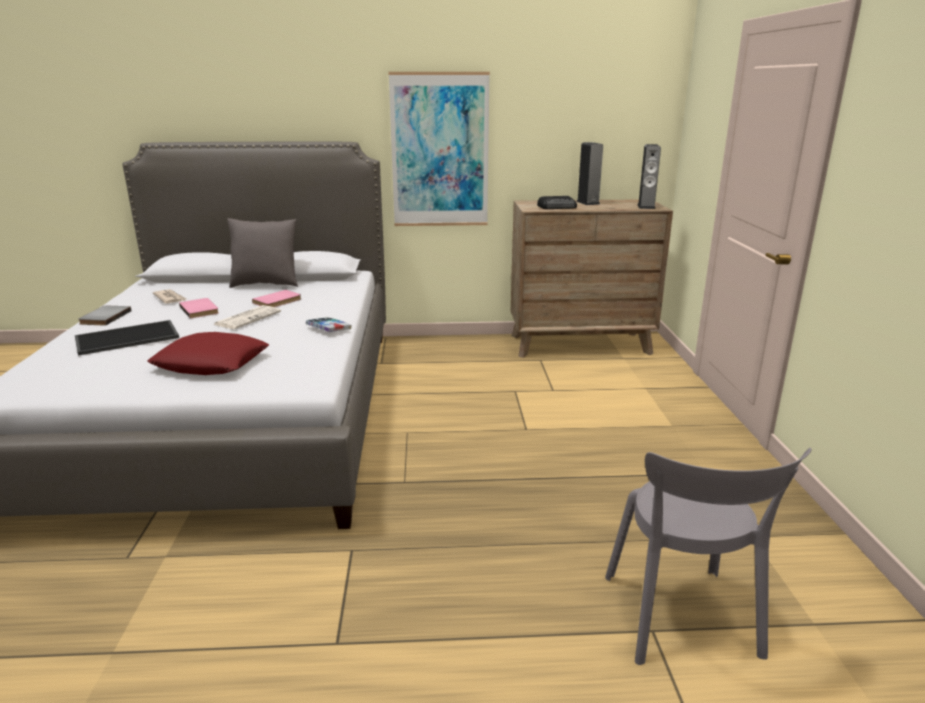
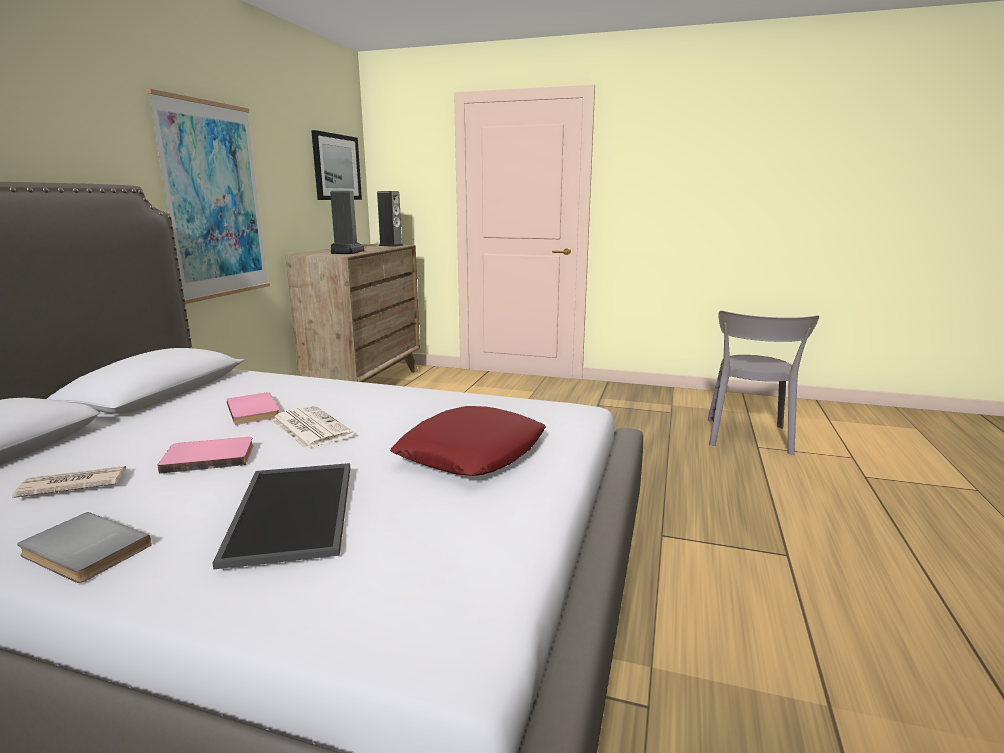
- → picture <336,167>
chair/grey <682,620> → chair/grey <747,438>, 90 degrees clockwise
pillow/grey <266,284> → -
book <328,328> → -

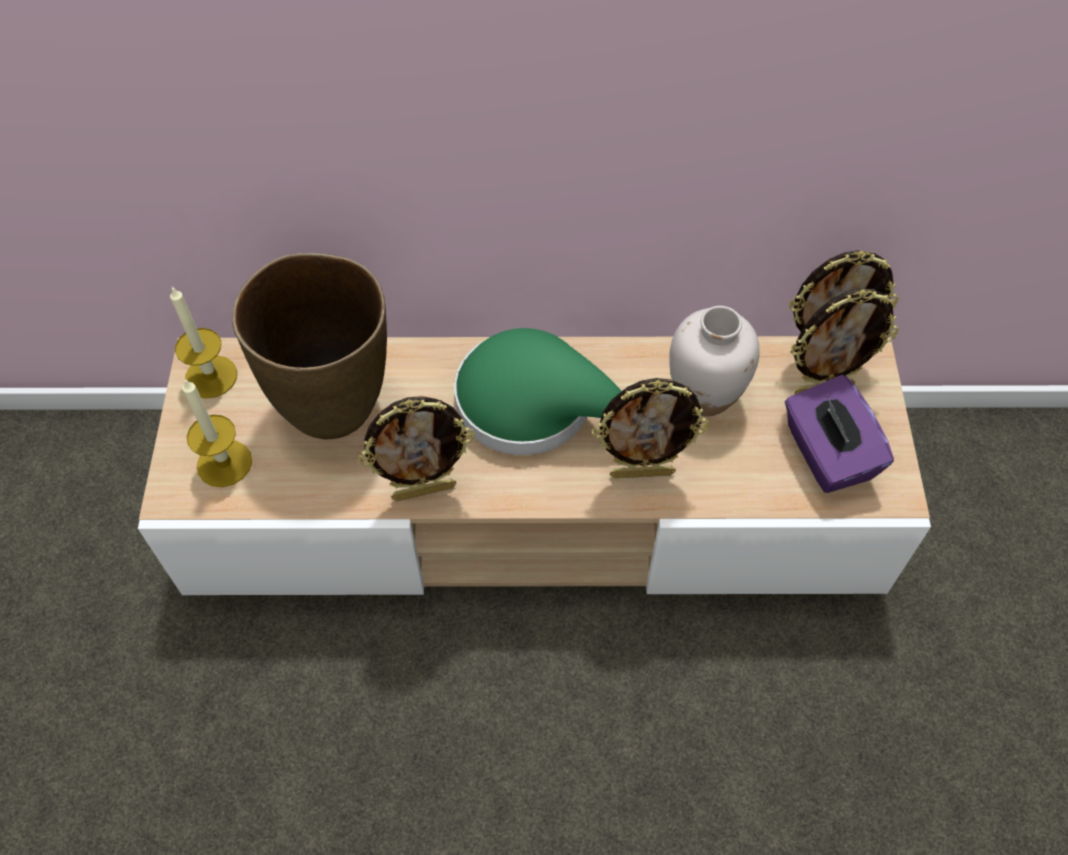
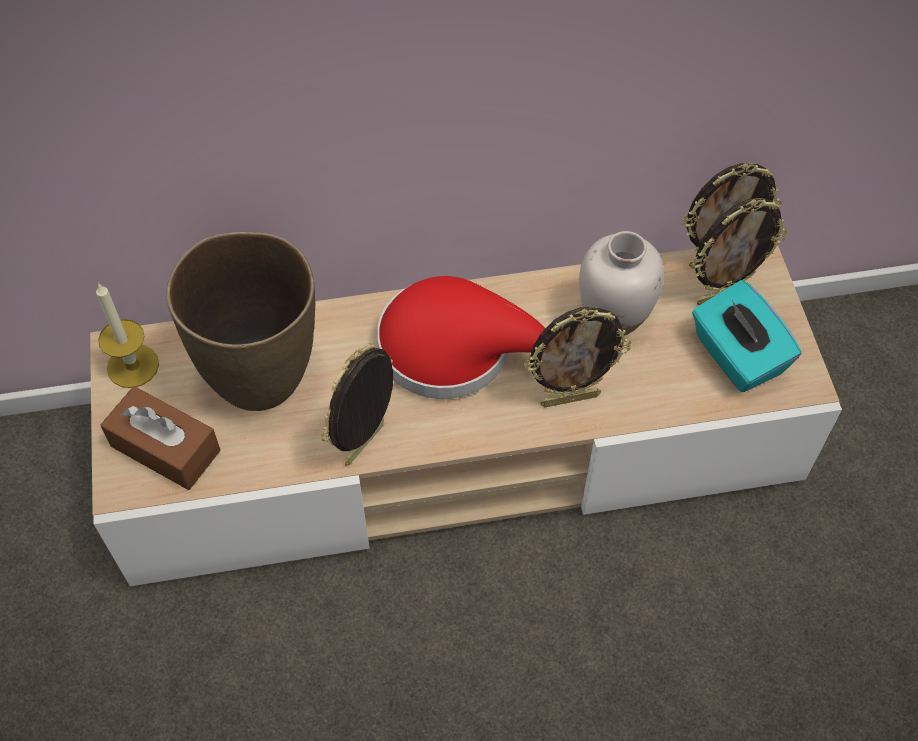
candle <224,463> → tissue box/brown <165,448>
picture frame <424,490> → picture frame <366,445>, 150 degrees clockwise
hat/green <536,405> → hat/red <457,348>
tissue box/purple <826,454> → tissue box/turquoise <736,356>

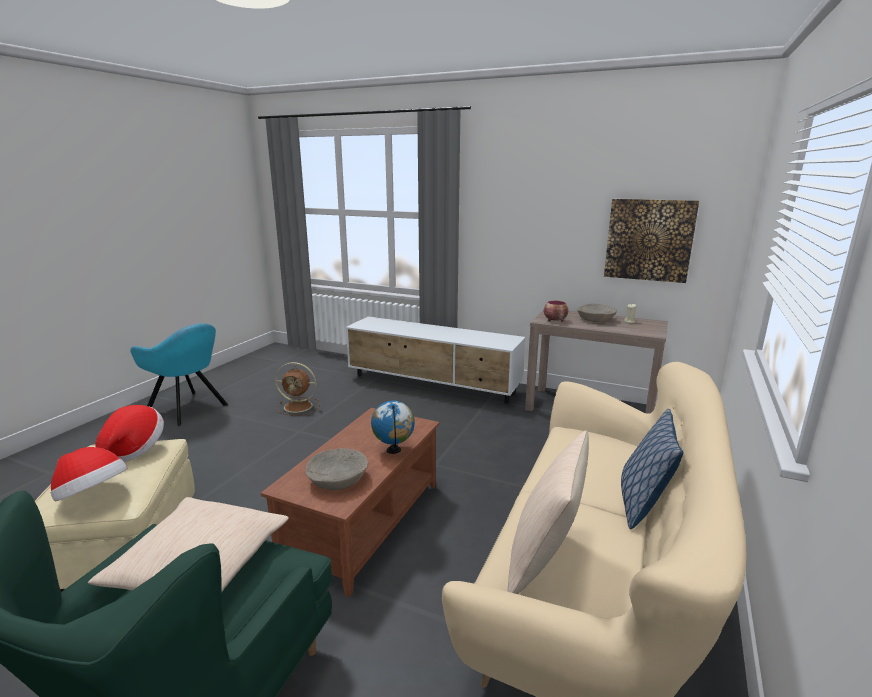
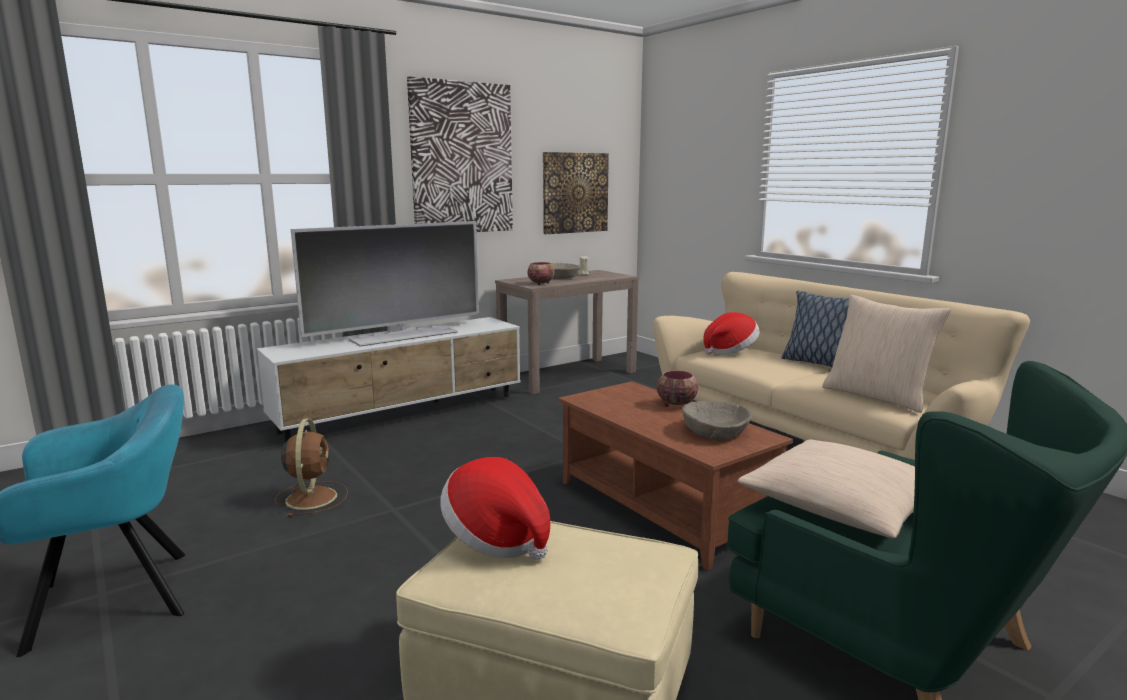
fan/brown <299,406> → fan/brown <312,497>, 45 degrees counterclockwise
- → television <403,335>
- → picture <462,158>
globe <394,450> → bowl <675,404>
hat <93,496> → hat <730,351>, move

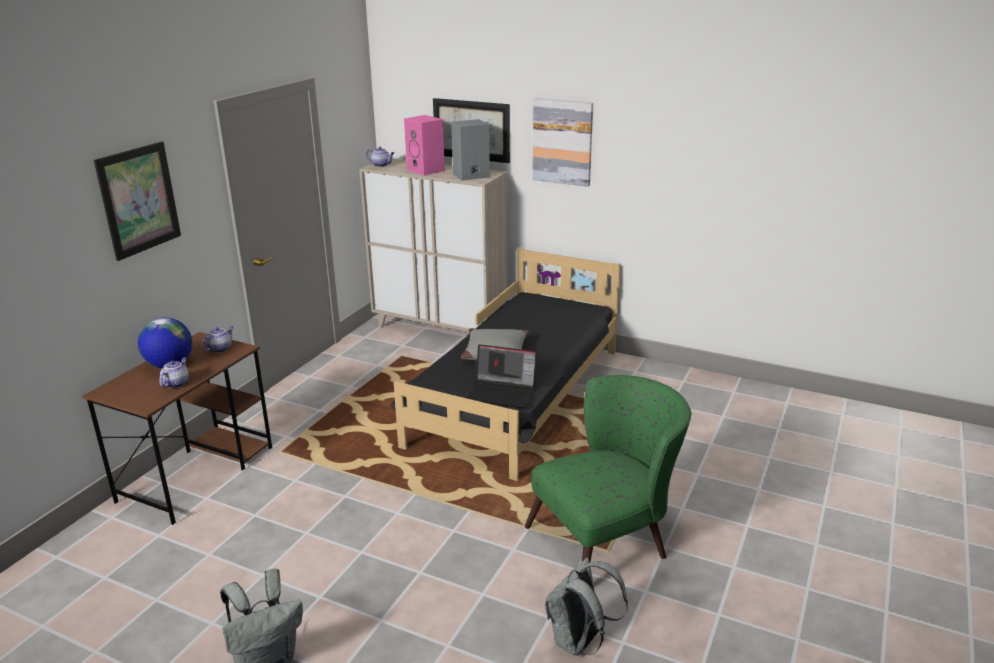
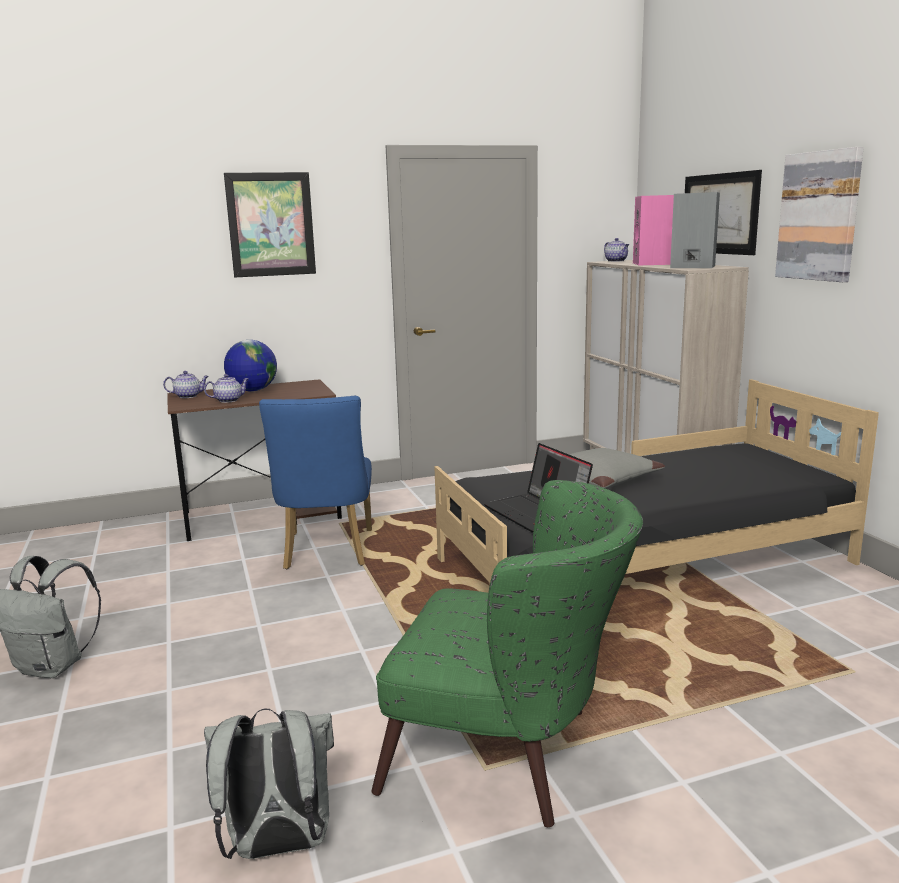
teapot <220,349> → teapot <188,396>, move
- → chair/blue <327,553>

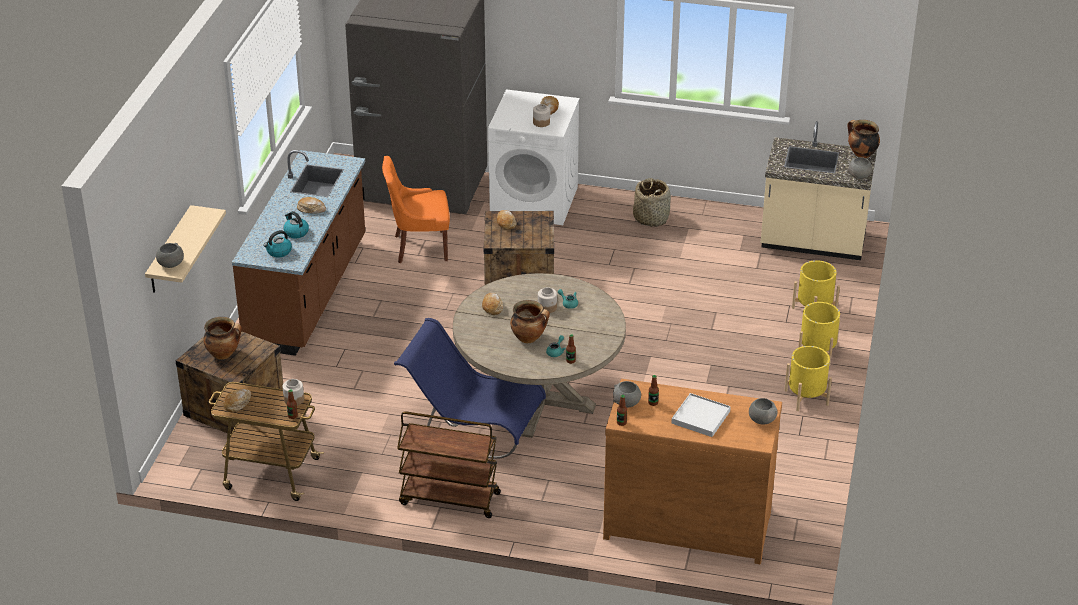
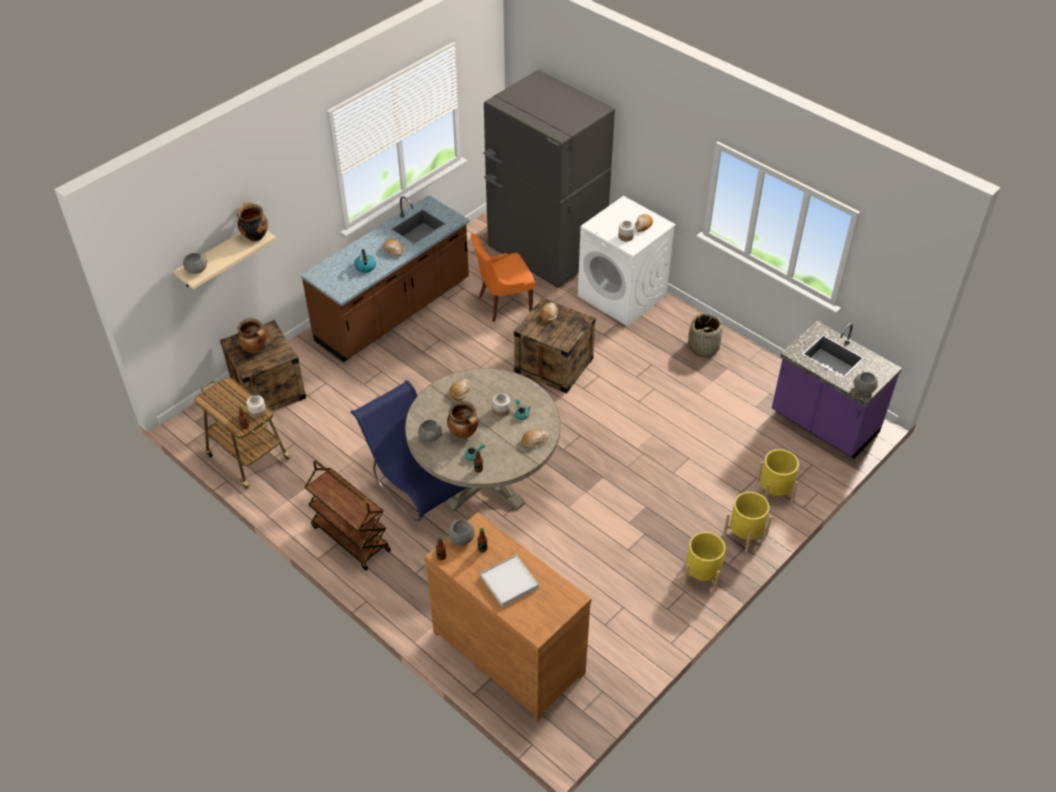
cooking pot <861,154> → cooking pot <255,236>, move
bowl/grey <762,420> → bowl/grey <430,437>, move
chair/orange <419,247> → chair/orange <503,304>, 45 degrees counterclockwise
bread <237,403> → bread <534,441>, move
counter/beige <813,243> → counter/purple <823,425>
kettle <278,252> → -

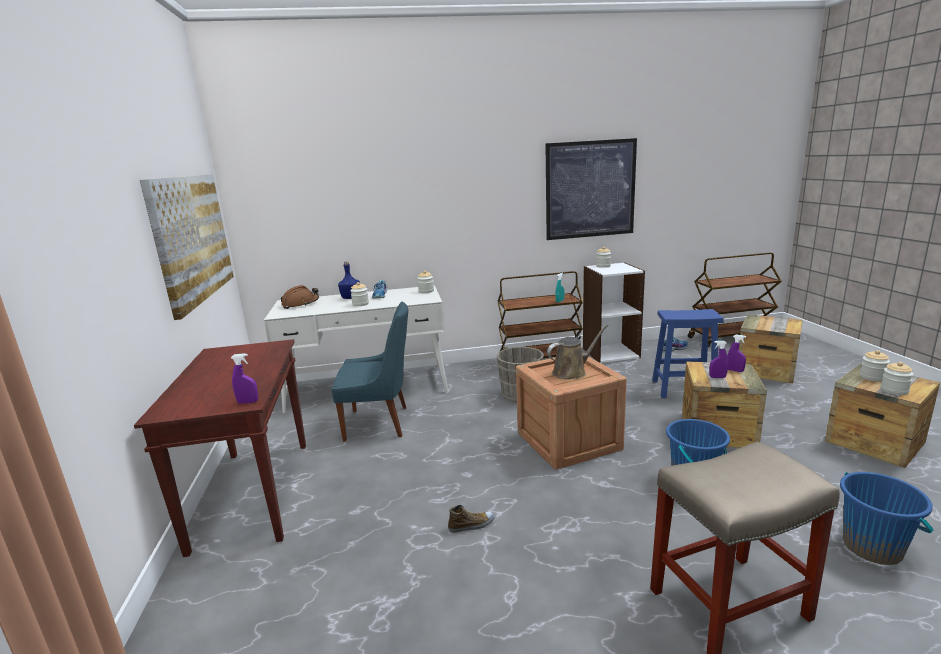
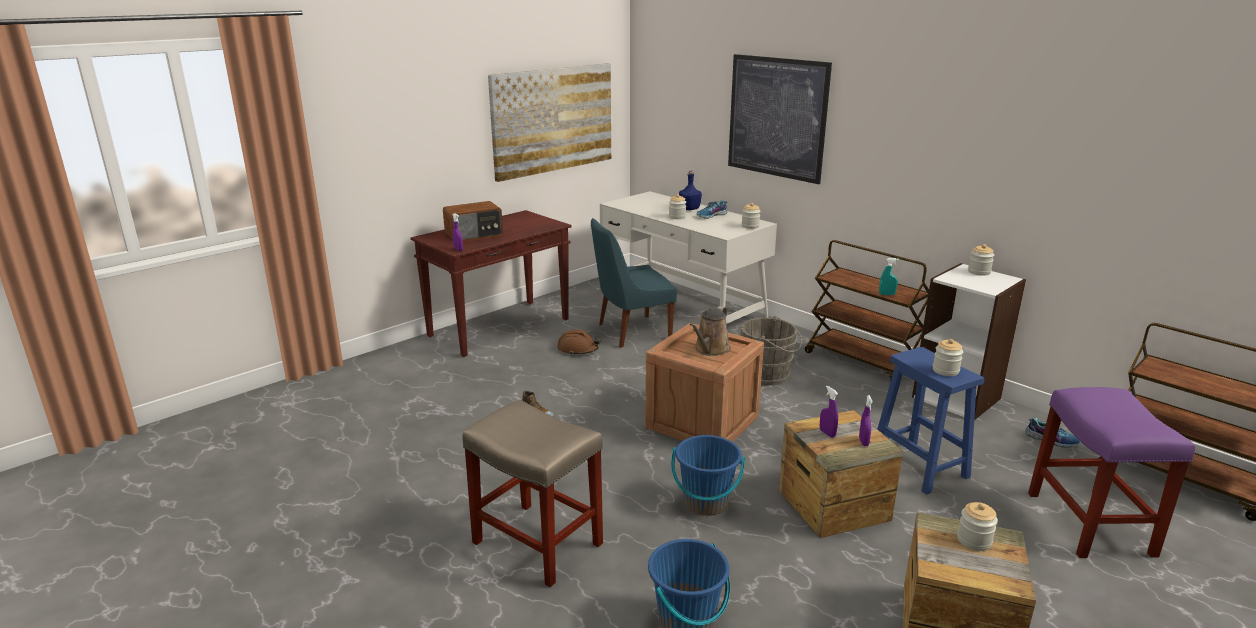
- → radio <474,235>
hard hat/brown <300,304> → hard hat/brown <578,349>, move
chair/blue <380,423> → chair/blue <631,332>, 105 degrees clockwise
watering can/brown <572,372> → watering can/brown <710,350>, 90 degrees clockwise
picture <590,189> → picture <777,117>, move
jar <894,390> → jar <945,370>, move
crate <766,369> → stool/purple <1091,525>

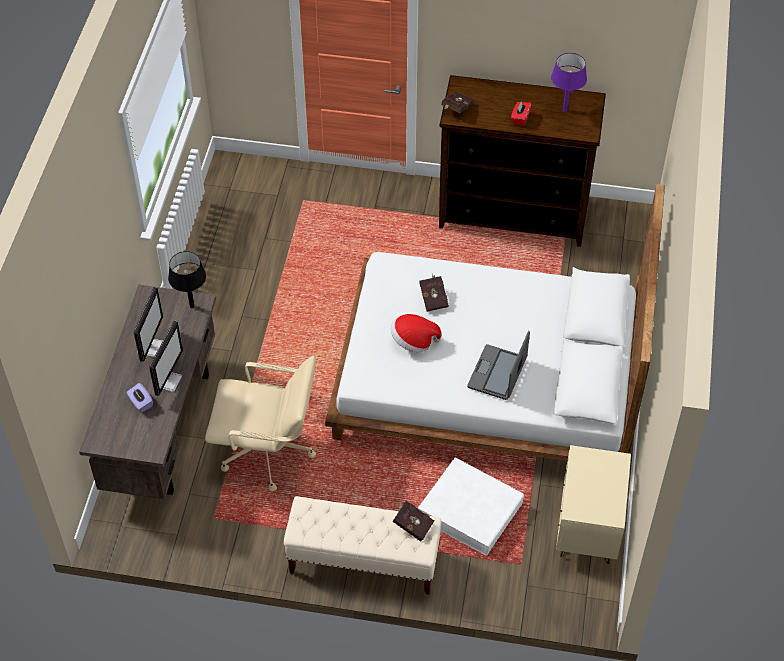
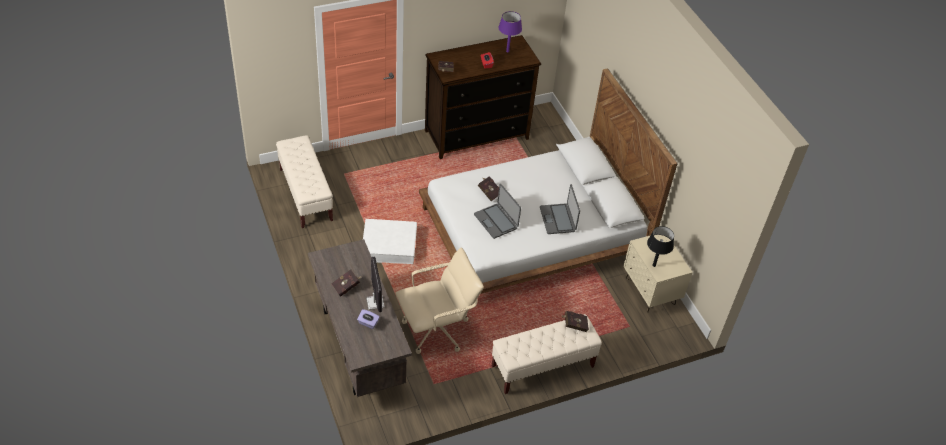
- → bench/beige <305,194>
monitor <150,347> → book/red <347,287>
storage box/white <470,511> → storage box/white <389,245>, move
hat <413,341> → laptop <496,221>
table lamp/black <192,306> → table lamp/black <654,265>, move

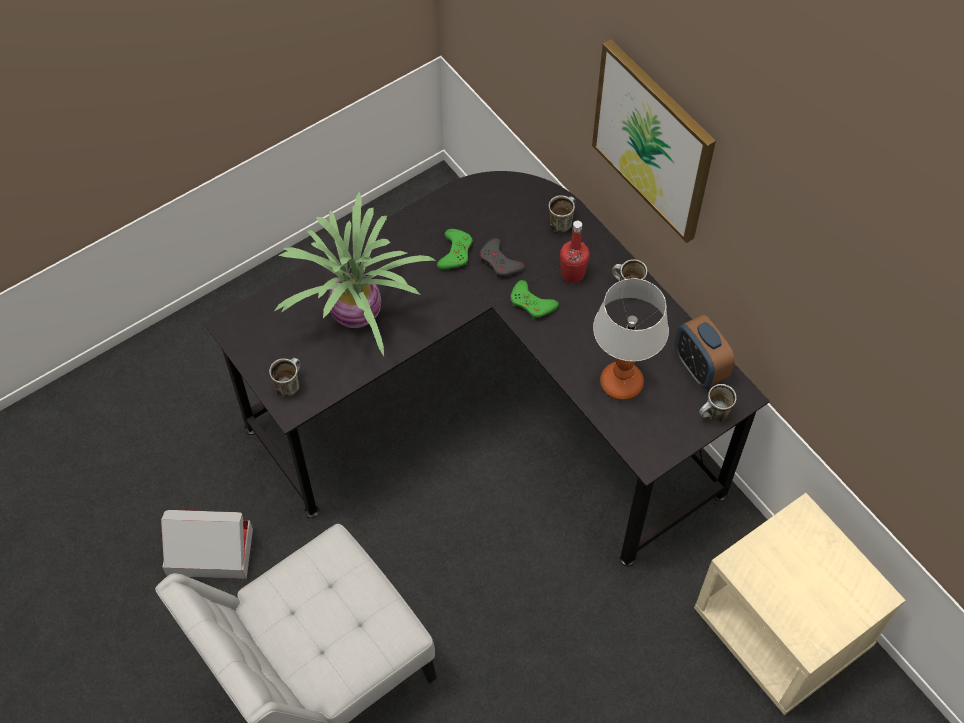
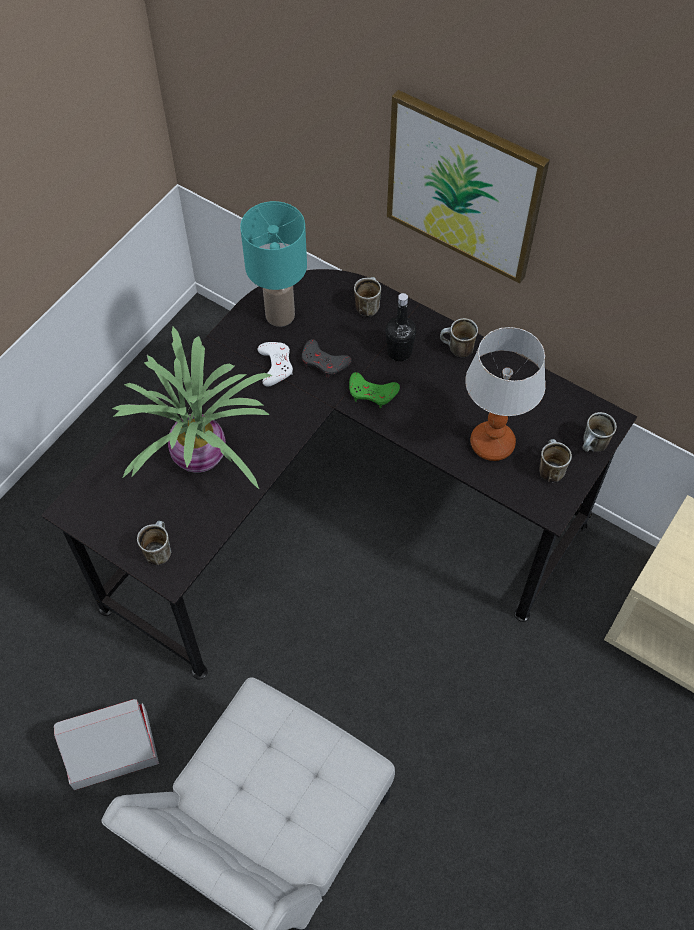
- → table lamp/turquoise <281,315>
game controller/green <455,252> → game controller/white <275,365>
bottle/red <572,273> → bottle/black <399,352>
- → mug <549,469>
alarm clock <699,368> → -

